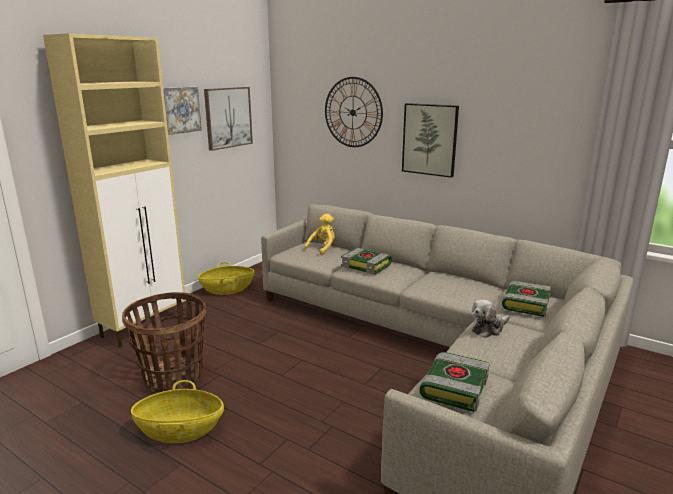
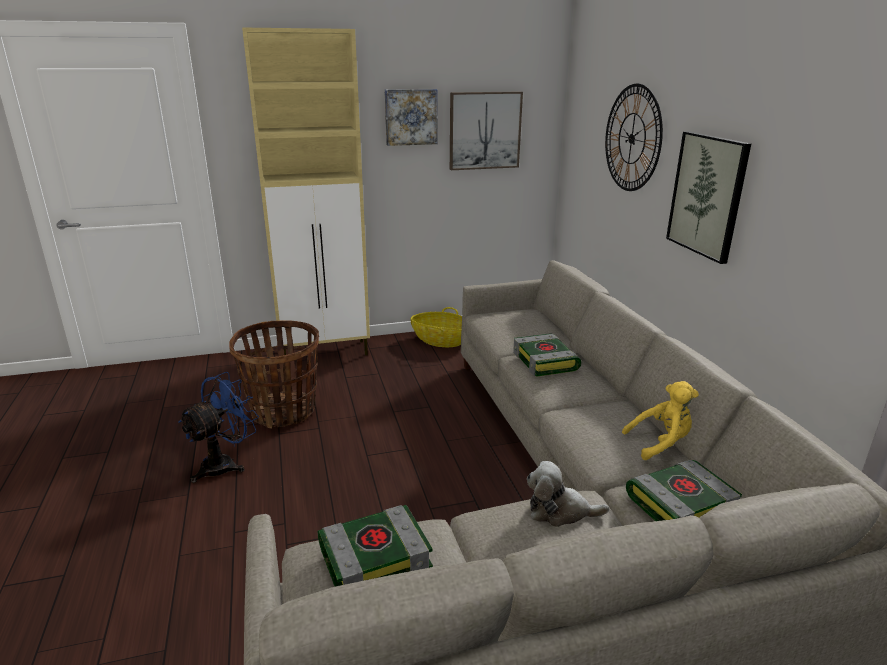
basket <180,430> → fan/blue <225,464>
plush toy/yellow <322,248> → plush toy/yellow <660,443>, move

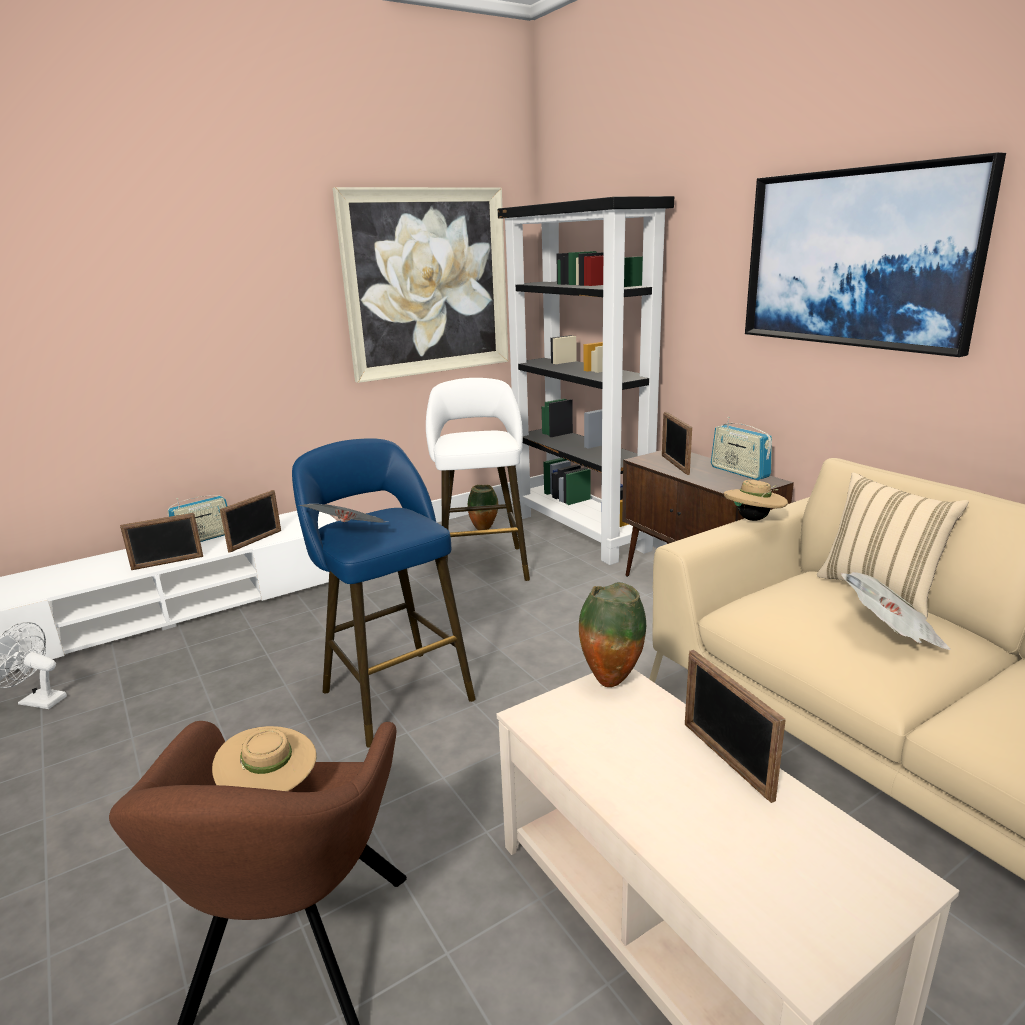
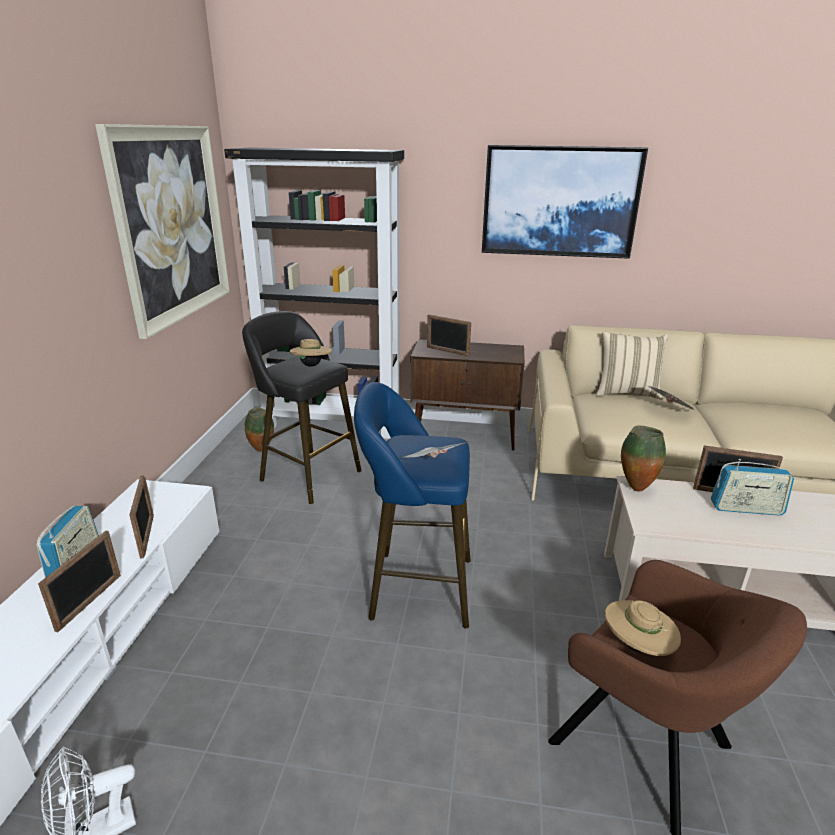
stool/white <482,564> → stool/black <306,474>
hat/beige <753,519> → hat/beige <312,365>, move
radio <739,472> → radio <746,508>, move

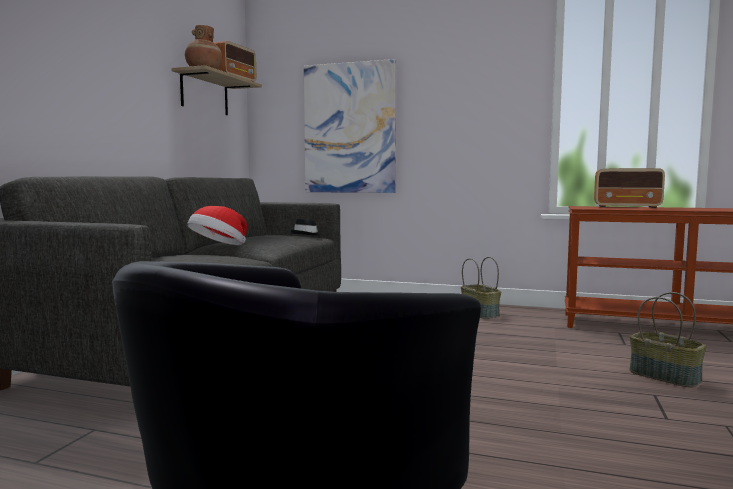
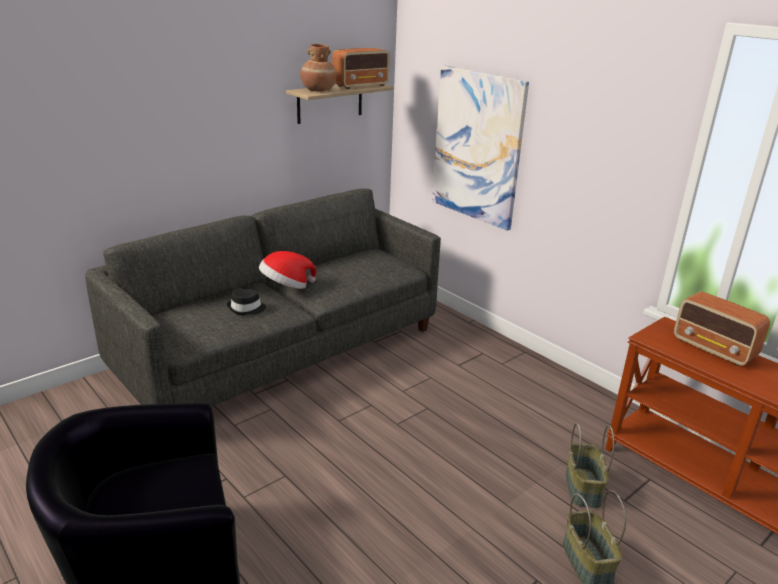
hat/black <307,235> → hat/black <246,309>, move
basket <480,313> → basket <584,488>, move

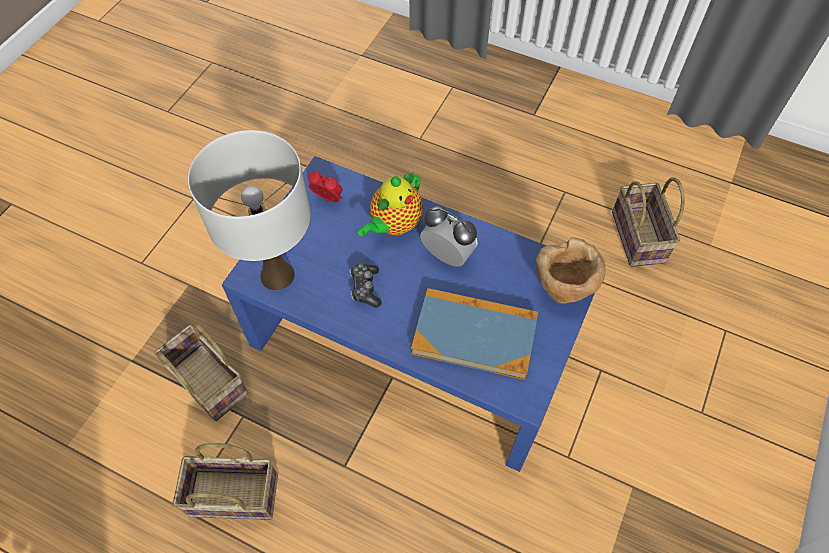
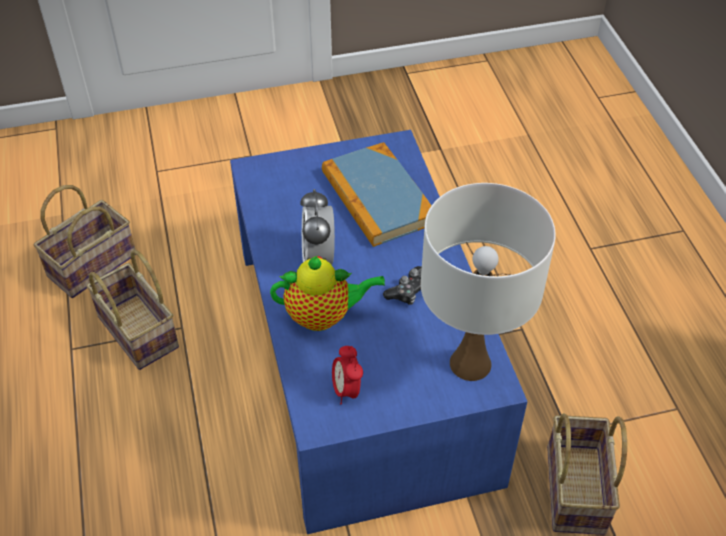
basket <231,497> → basket <141,332>, move
bowl/brown <563,287> → -

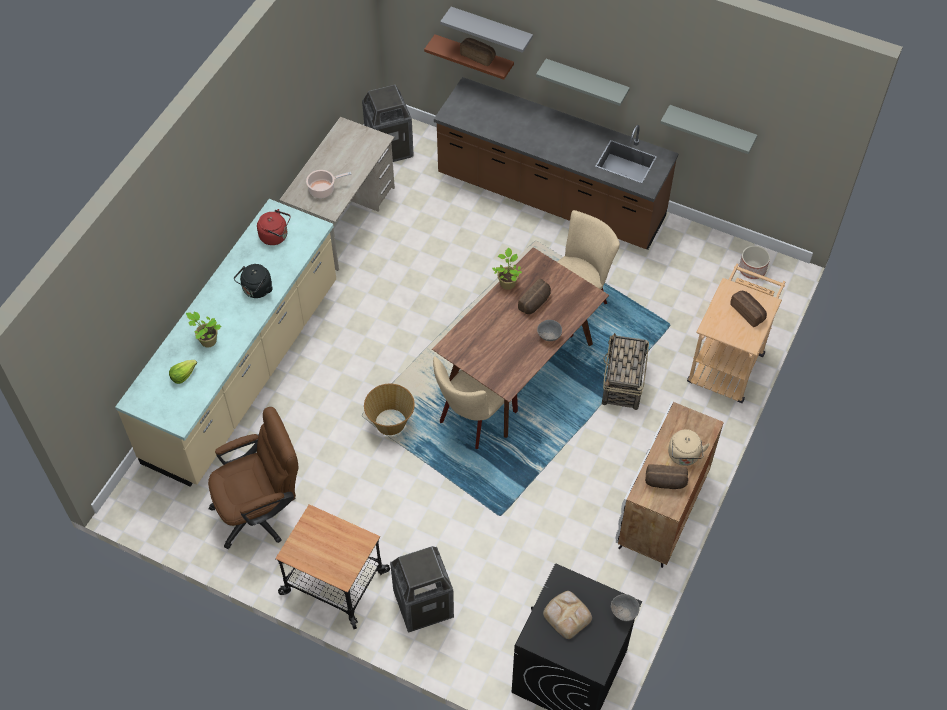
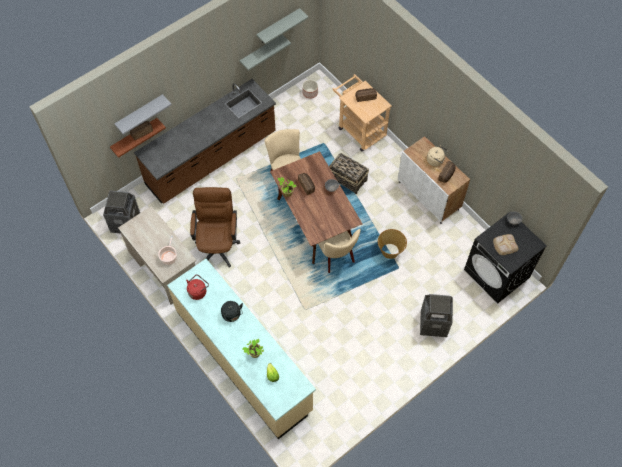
office chair/brown <262,511> → office chair/brown <217,244>, move
shelf/grey <586,82> → shelf/grey <278,26>, move
basket <390,423> → basket <390,251>, move
cart <334,583> → -

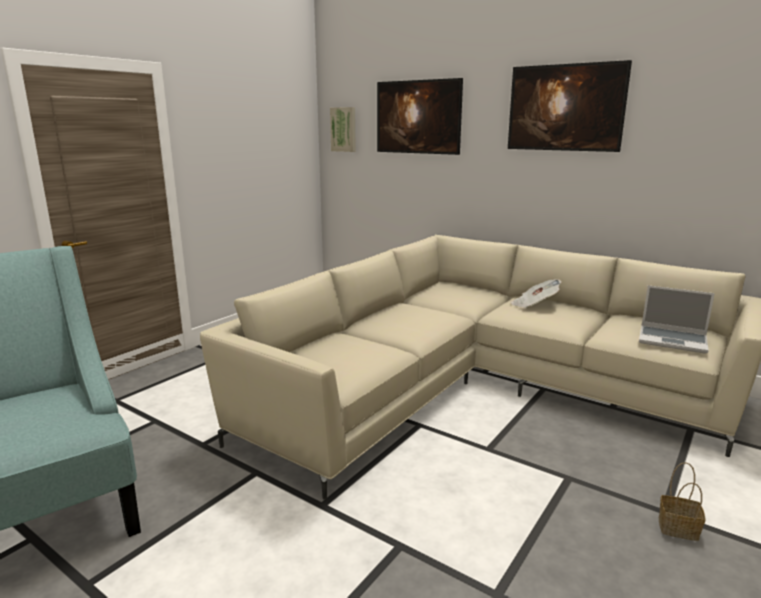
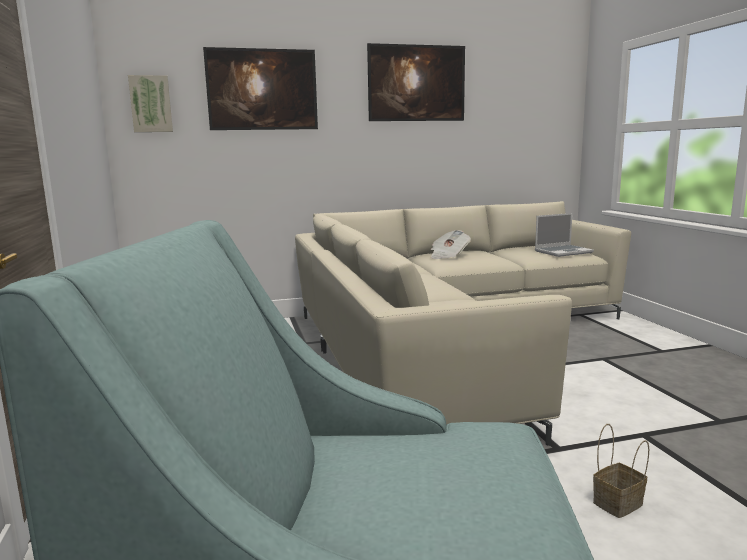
basket <676,529> → basket <617,504>, move

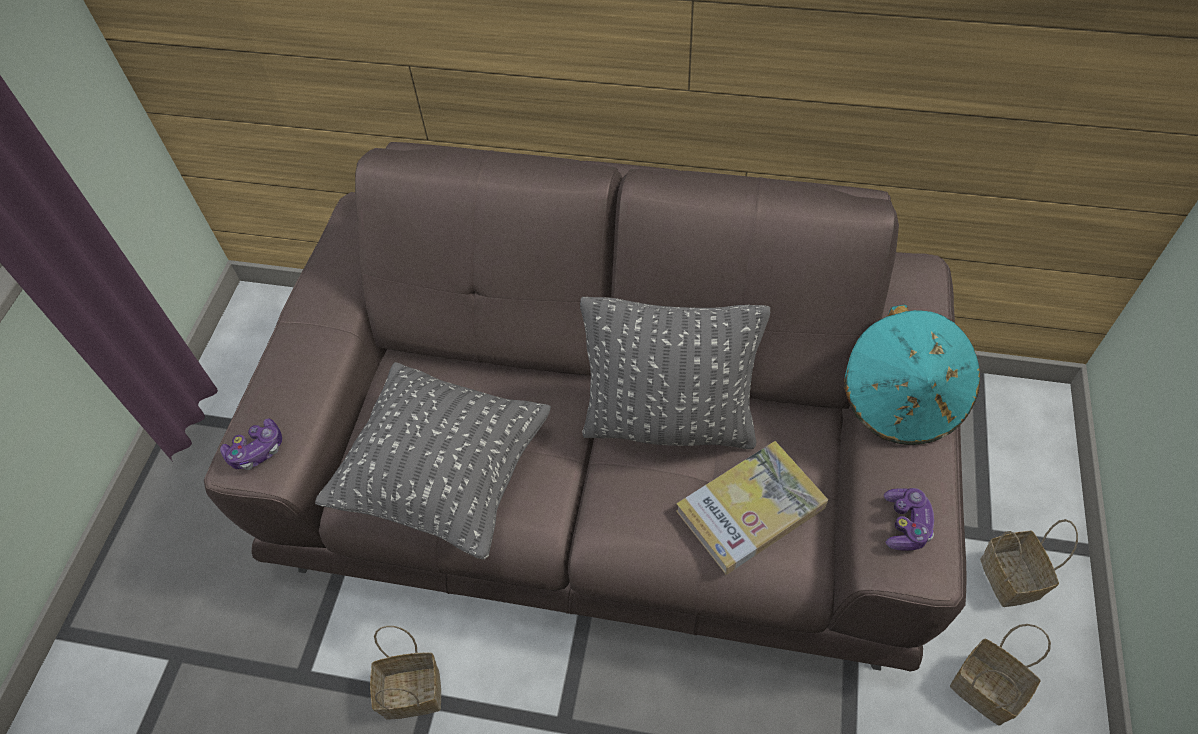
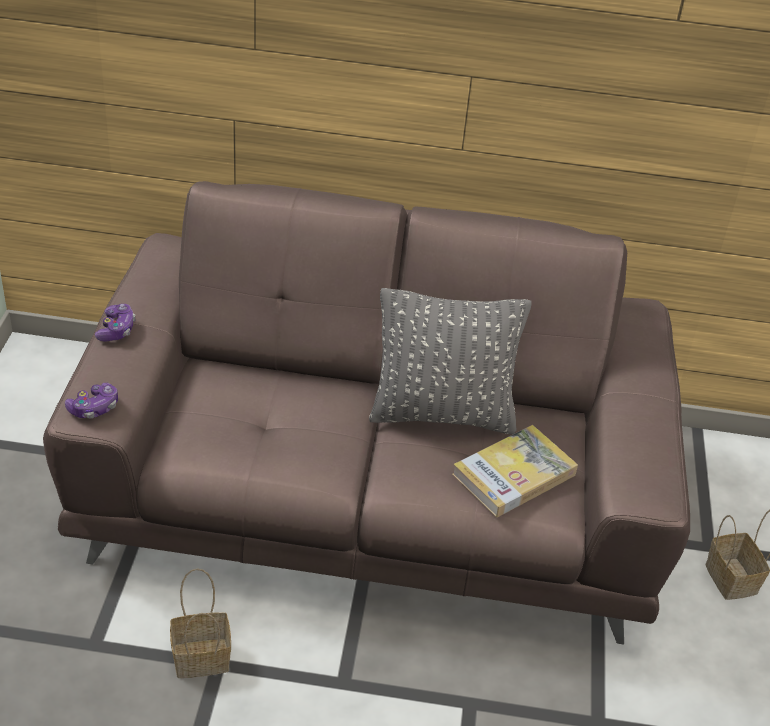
game controller <905,524> → game controller <116,330>, move
pillow/grey <445,478> → -
hat/turquoise <903,400> → -
basket <988,690> → -

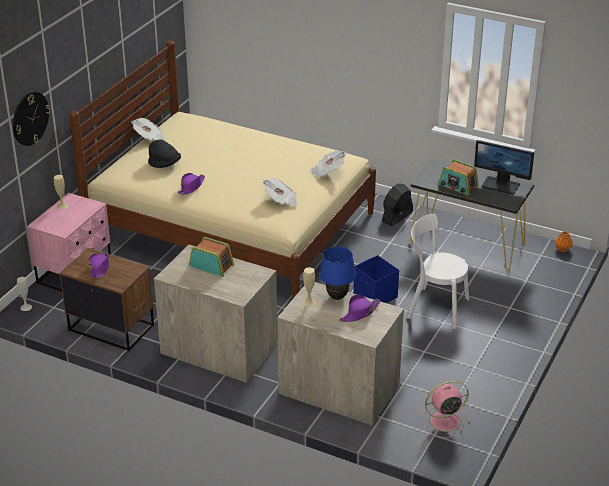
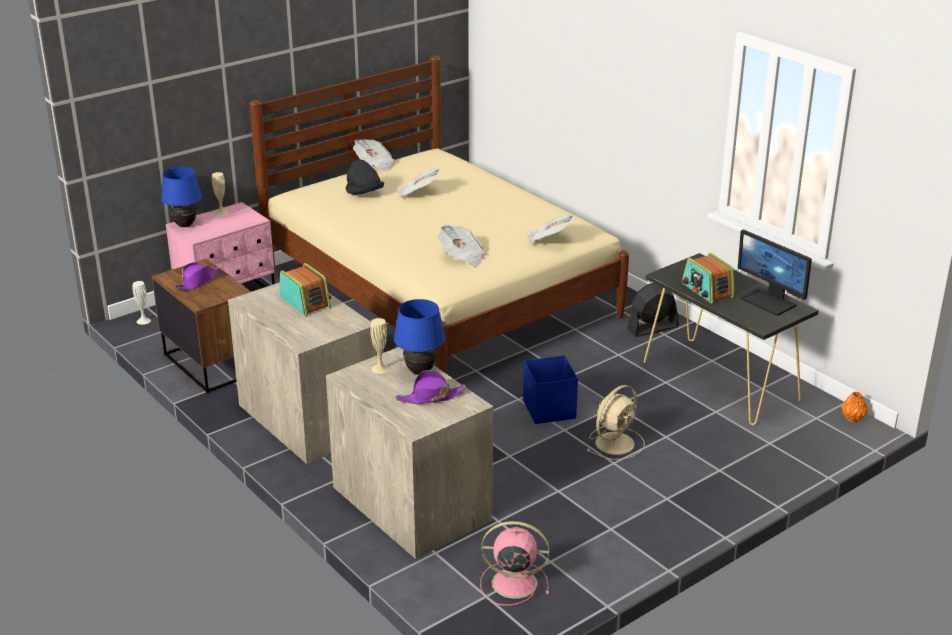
- → table lamp/blue <185,225>
- → newspaper <417,193>
chair/white <435,307> → fan/beige <616,442>
wall clock <30,118> → -
hat/purple <191,187> → -

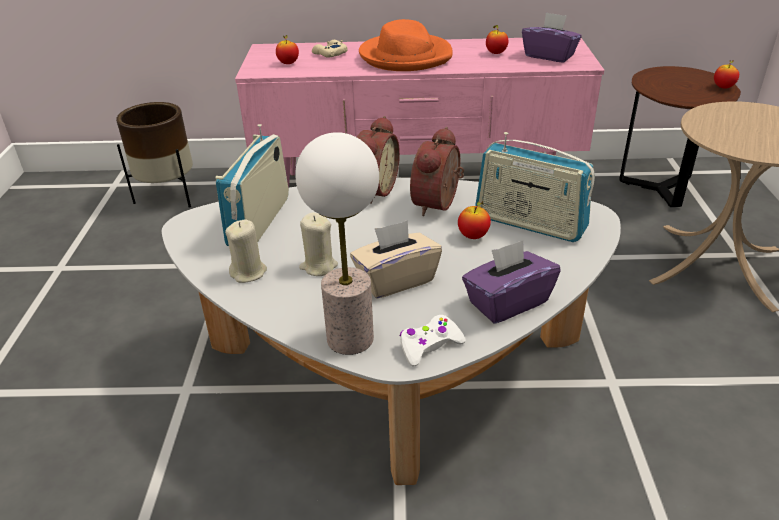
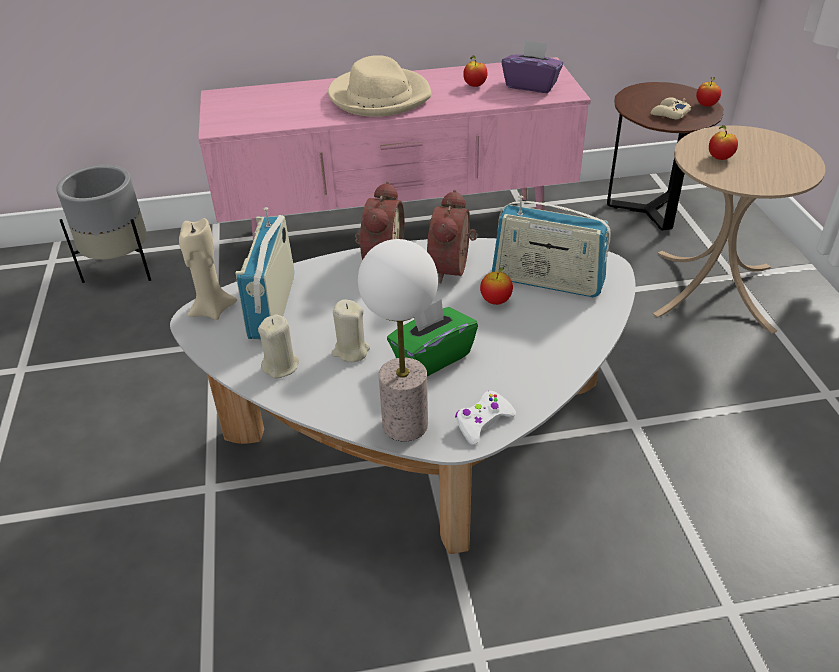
planter/brown <169,197> → planter/grey <121,270>
- → candle/beige <212,310>
hat/orange <405,56> → hat/beige <379,96>
tissue box/beige <395,280> → tissue box/green <432,357>
game controller/beige <329,54> → game controller/beige <669,113>, move
apple <288,63> → apple <719,158>, move
tissue box/purple <507,302> → -

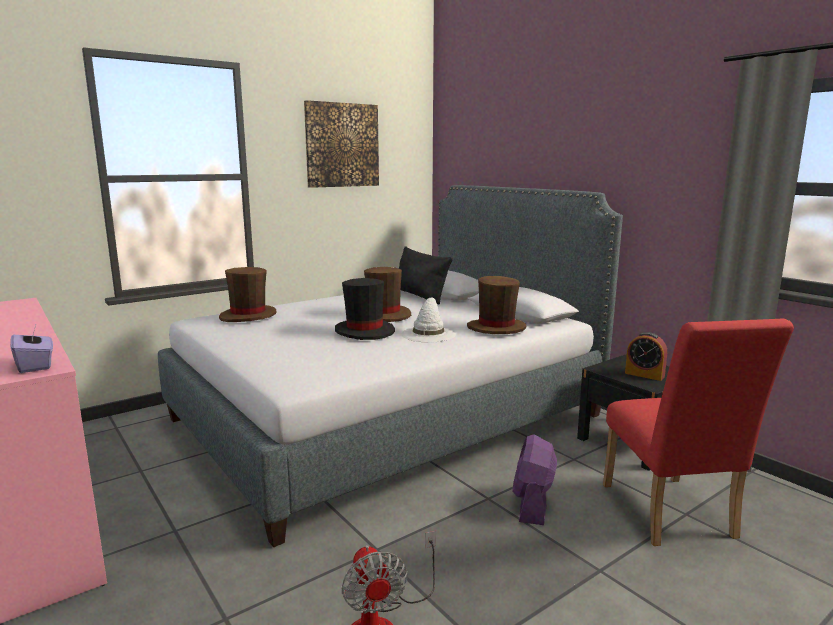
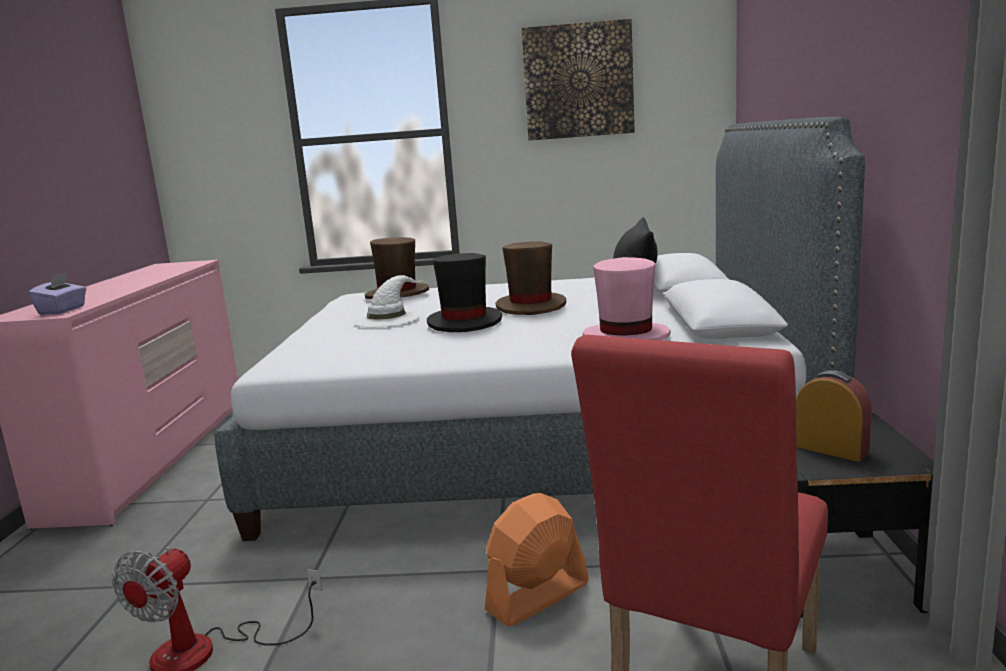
hat/white <428,334> → hat/white <387,319>, move
fan/purple <532,504> → fan/orange <537,597>
hat/brown <496,328> → hat/pink <625,337>
alarm clock <644,375> → alarm clock <831,449>, 150 degrees clockwise

